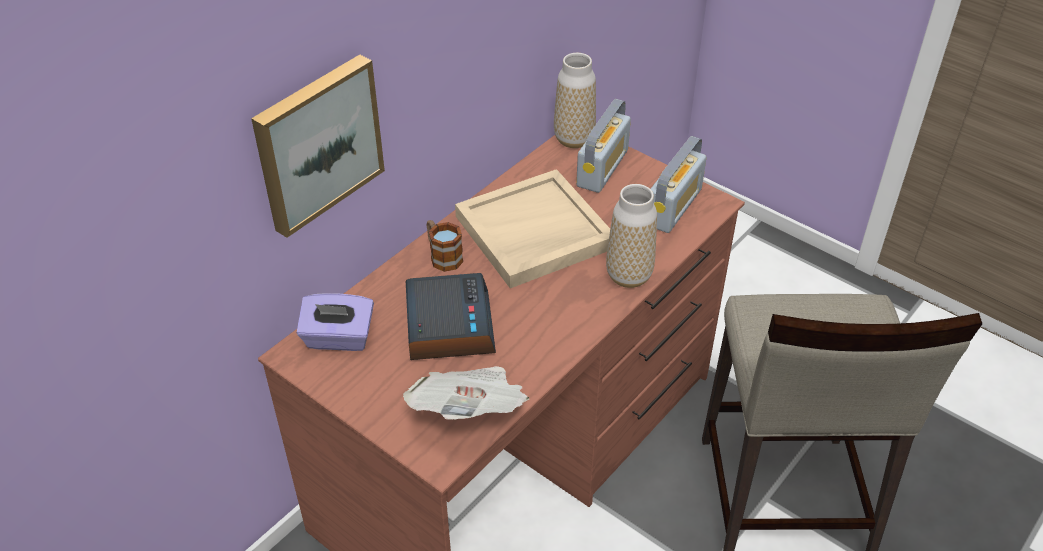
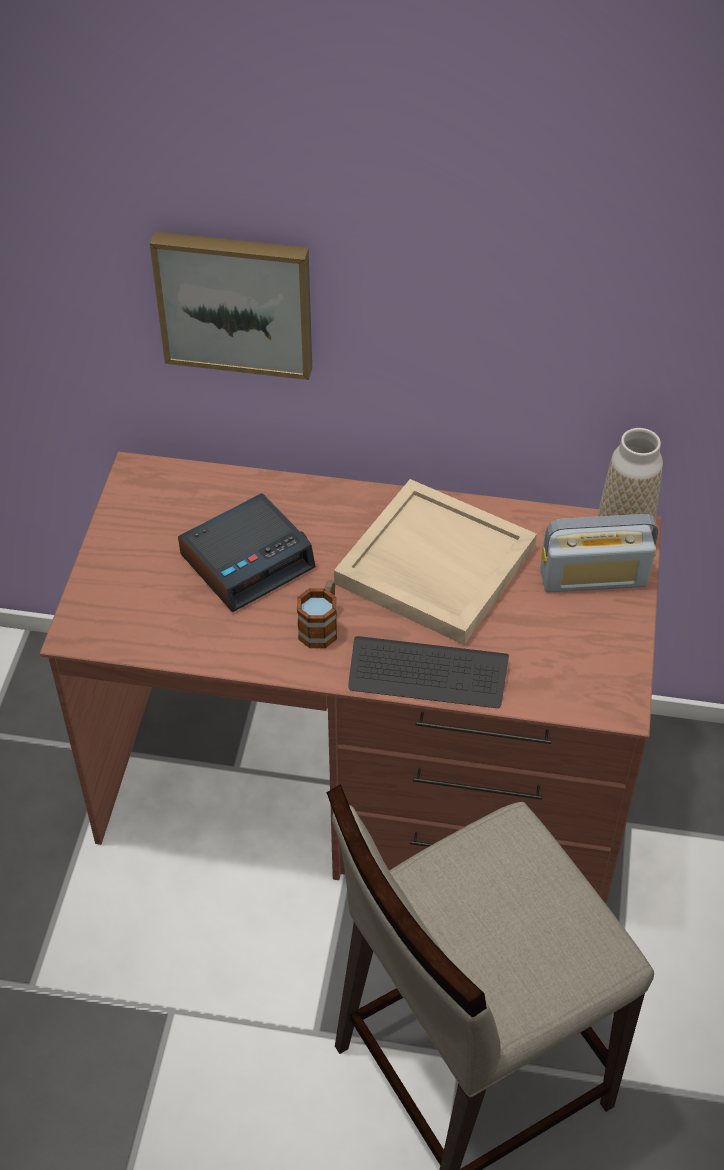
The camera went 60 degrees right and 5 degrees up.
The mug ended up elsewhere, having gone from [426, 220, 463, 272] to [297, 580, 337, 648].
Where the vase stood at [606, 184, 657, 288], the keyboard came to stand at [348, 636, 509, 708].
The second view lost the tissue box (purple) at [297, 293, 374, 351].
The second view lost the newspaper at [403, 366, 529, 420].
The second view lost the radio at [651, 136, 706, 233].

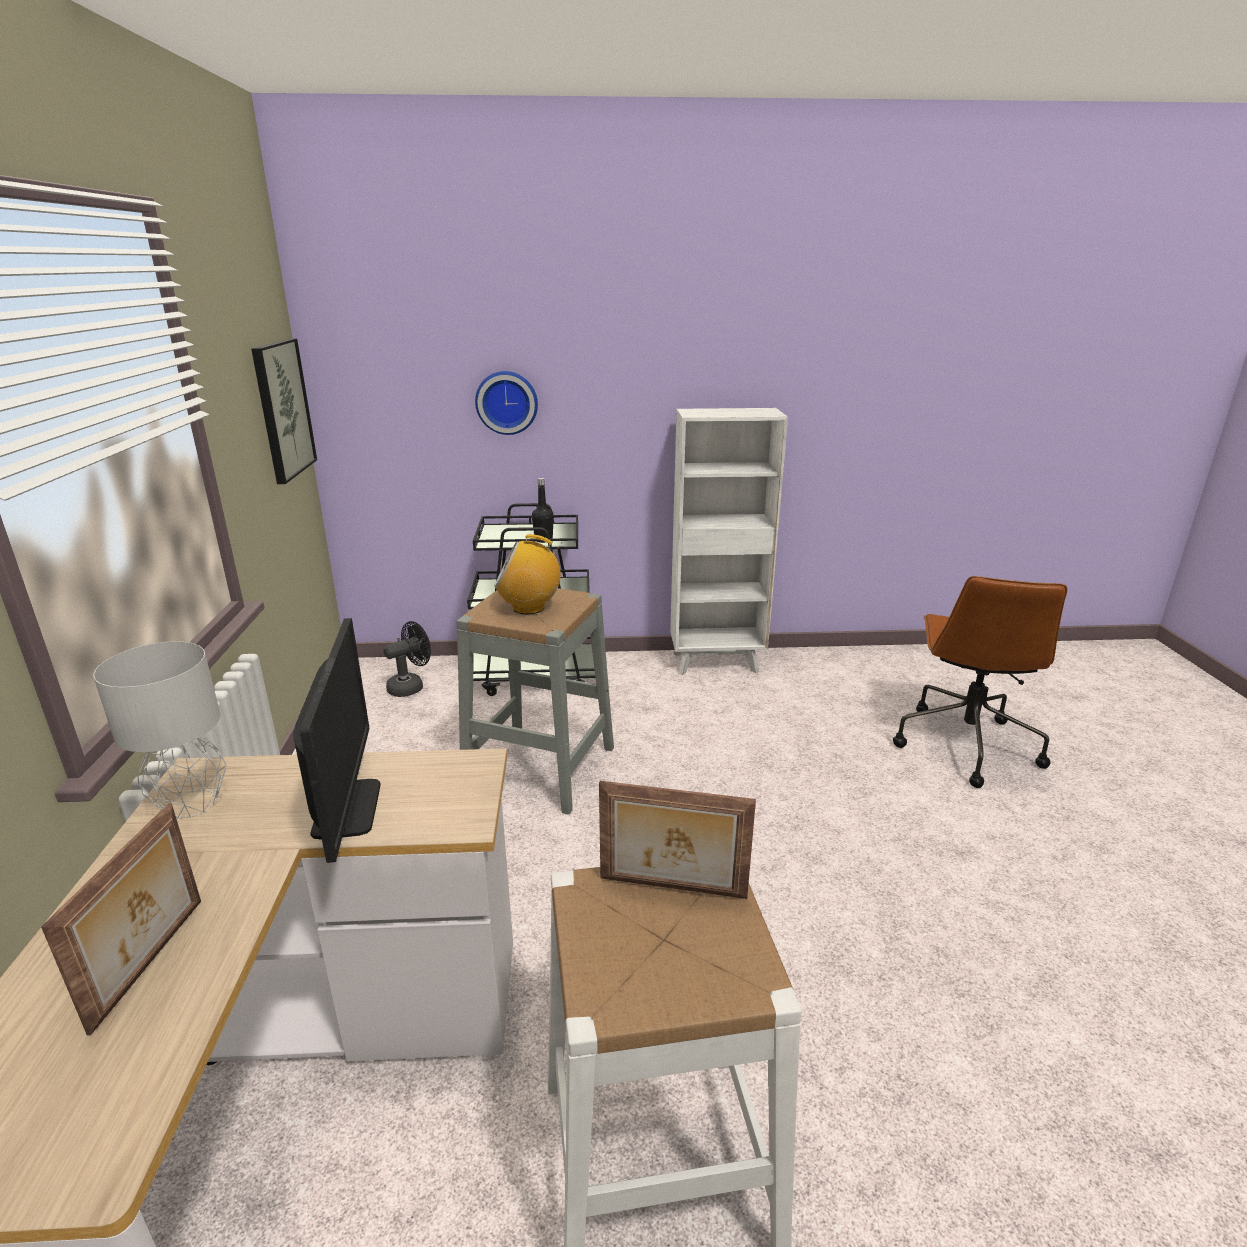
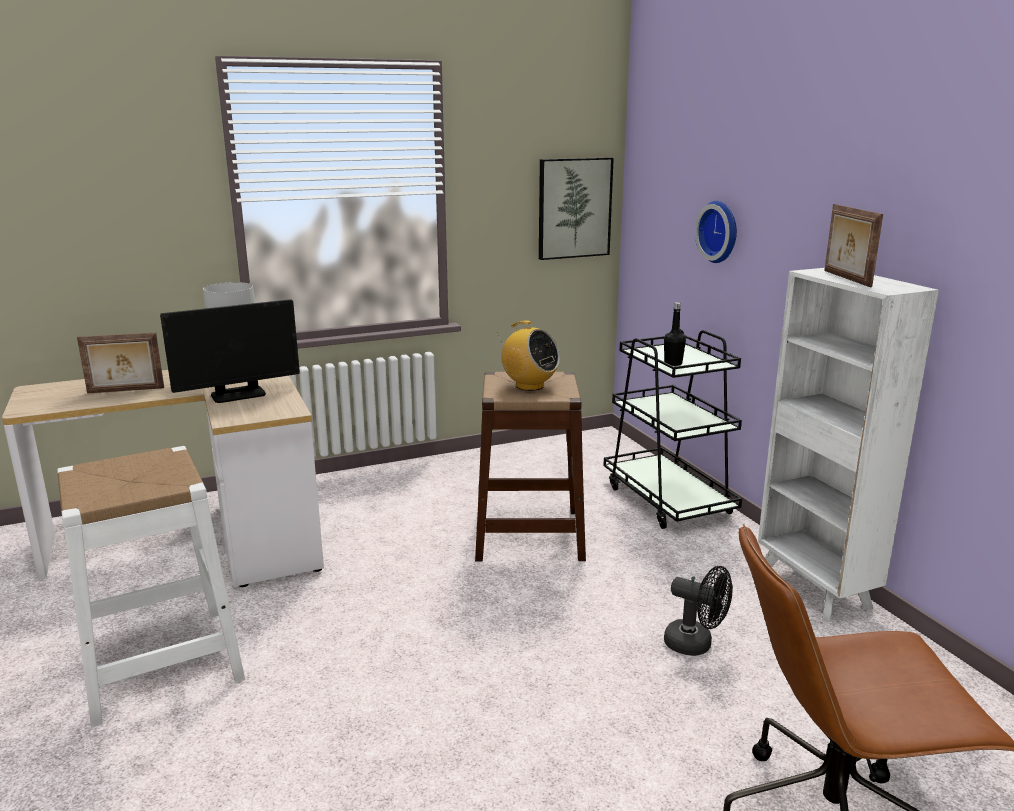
The camera went 70 degrees right and 5 degrees down.
What was the stool (grey) at [456, 588, 614, 815] turned into the stool (brown) at [475, 372, 586, 561].
The radio at [494, 534, 562, 614] ended up facing another way, 150 degrees clockwise from before.
The fan (black) ended up elsewhere, having gone from [383, 621, 431, 697] to [664, 566, 733, 656].
The picture frame ended up elsewhere, having gone from [599, 781, 756, 899] to [824, 204, 883, 287].

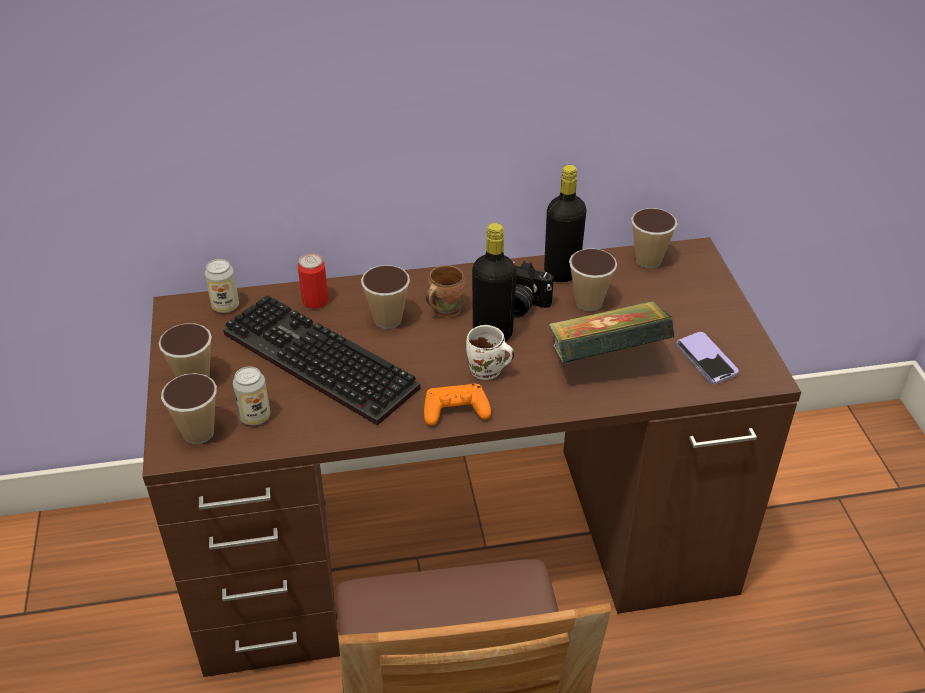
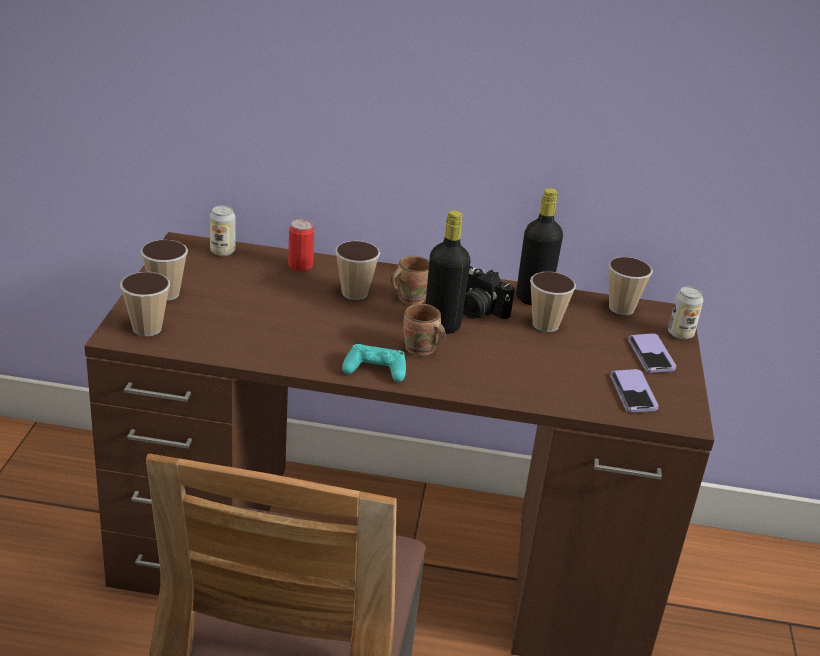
The camera went 15 degrees right and 10 degrees down.
What was the game controller (orange) at [424, 384, 491, 426] turned into the game controller (turquoise) at [342, 344, 406, 382].
What was the mug (white) at [466, 325, 514, 380] turned into the mug (brown) at [403, 304, 446, 356].
The second view gained the phone at [628, 333, 676, 373].
The can ended up elsewhere, having gone from [233, 367, 270, 425] to [668, 286, 703, 340].
The second view lost the keyboard at [223, 295, 420, 426].
The second view lost the book at [549, 301, 675, 363].

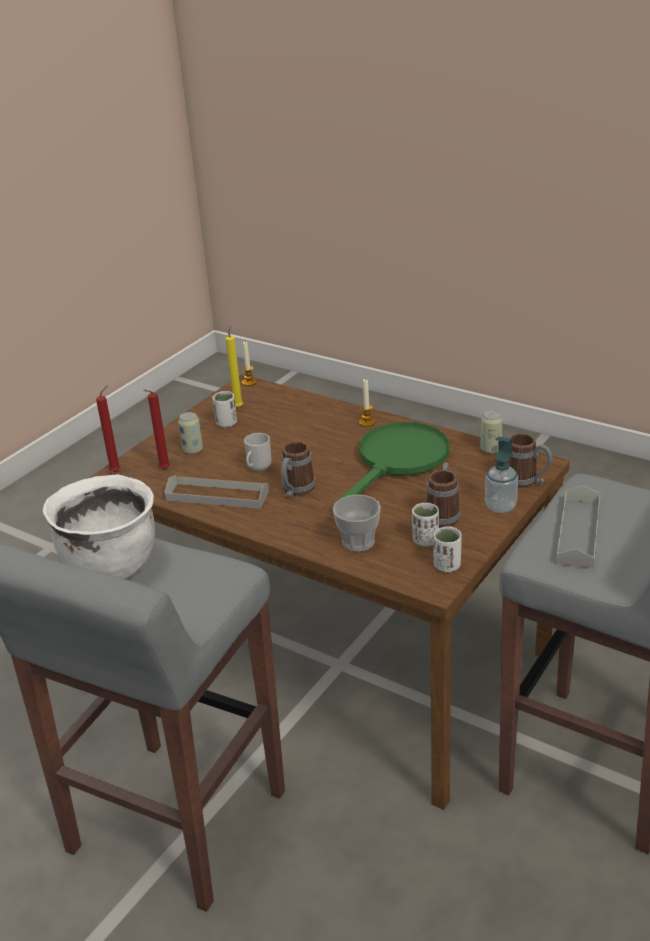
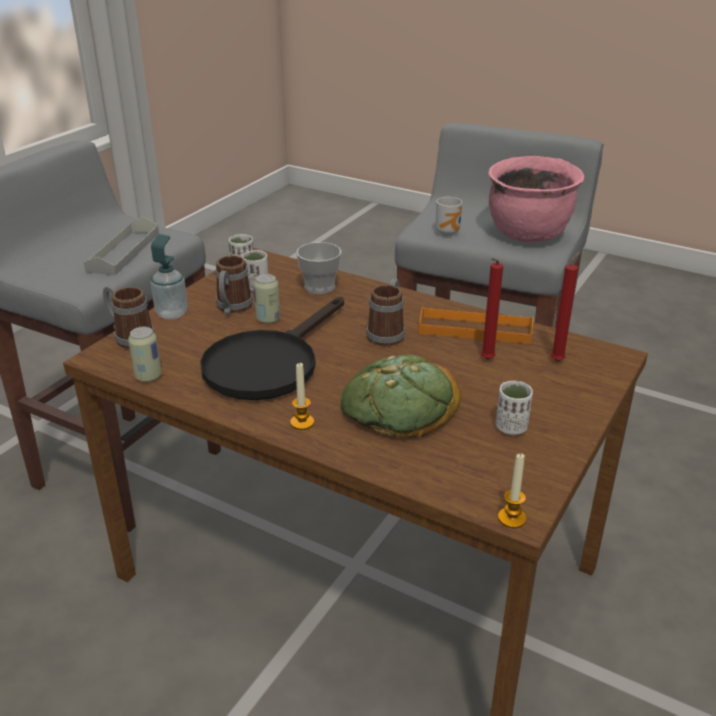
The camera went 175 degrees right and 0 degrees up.
What was the frying pan (green) at [334, 422, 449, 504] turned into the frying pan (black) at [200, 297, 344, 400].
The can ended up elsewhere, having gone from [178, 412, 203, 454] to [253, 274, 280, 324].
The second view gained the bread at [341, 354, 461, 438].
What was the tray (grey) at [164, 475, 269, 509] turned into the tray (orange) at [419, 307, 533, 344].
The mug ended up elsewhere, having gone from [244, 433, 272, 472] to [436, 197, 462, 236].
The candle (red) ended up elsewhere, having gone from [96, 386, 121, 472] to [481, 258, 503, 360].
What was the cooking pot (white) at [43, 474, 155, 579] turned into the cooking pot (pink) at [489, 156, 584, 243].
The second view lost the candle (yellow) at [226, 326, 243, 408].

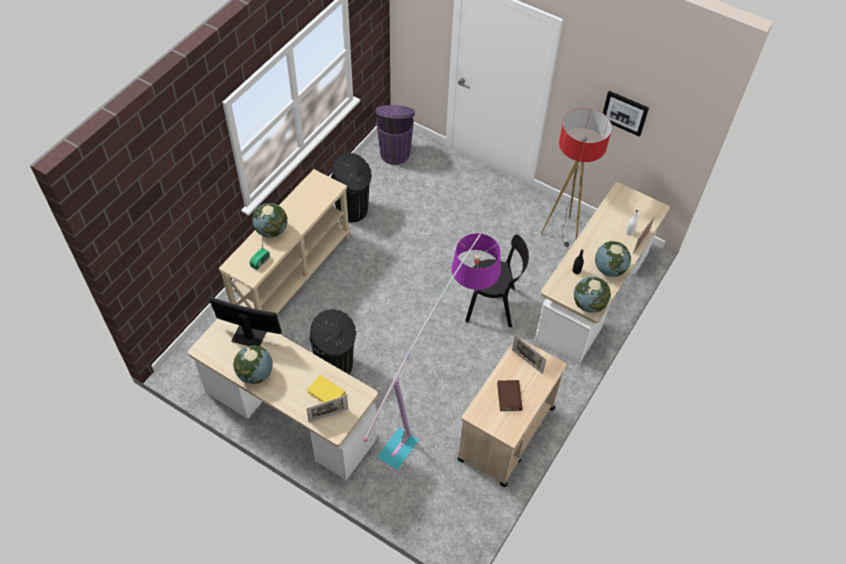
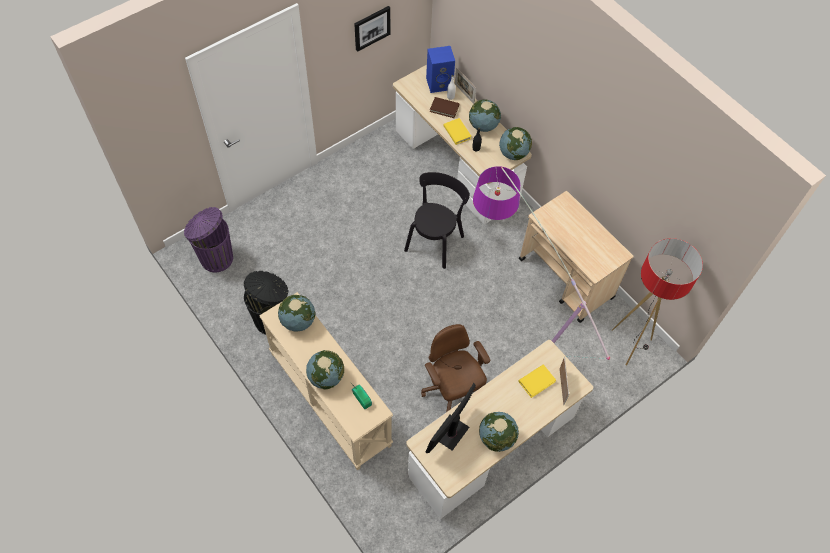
The camera went 70 degrees left and 5 degrees up.
The second view gained the globe at [278, 295, 315, 332].
Where the trash can (black) stood at [310, 309, 356, 374], the office chair (brown) came to stand at [421, 324, 490, 412].
The second view gained the speaker (blue) at [426, 46, 455, 93].
The book (brown) ended up elsewhere, having gone from [497, 380, 523, 411] to [430, 97, 459, 118].
The second view gained the book (yellow) at [443, 118, 472, 145].
The floor lamp ended up elsewhere, having gone from [541, 108, 612, 247] to [612, 238, 703, 365].
The second view lost the picture frame at [512, 335, 547, 374].

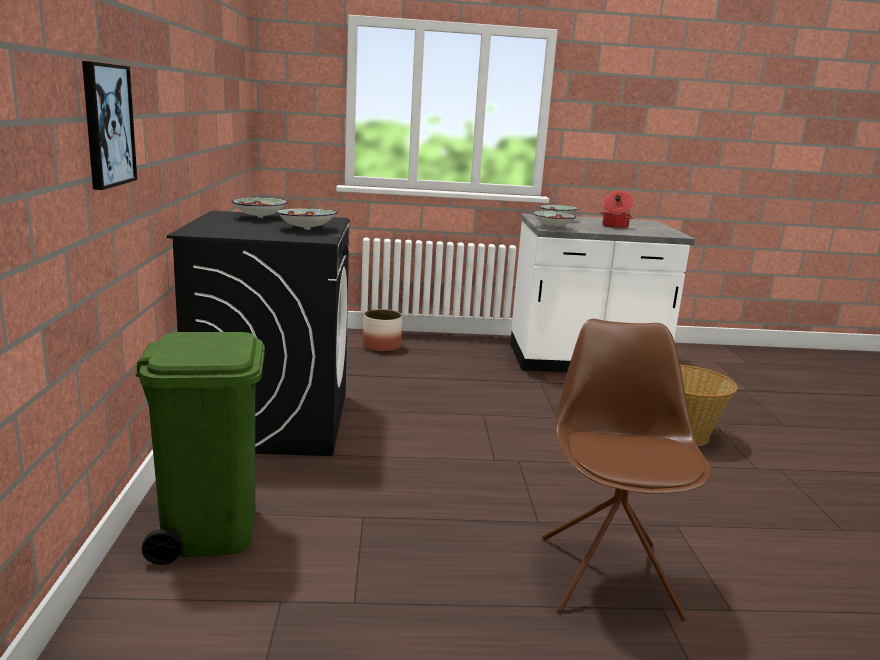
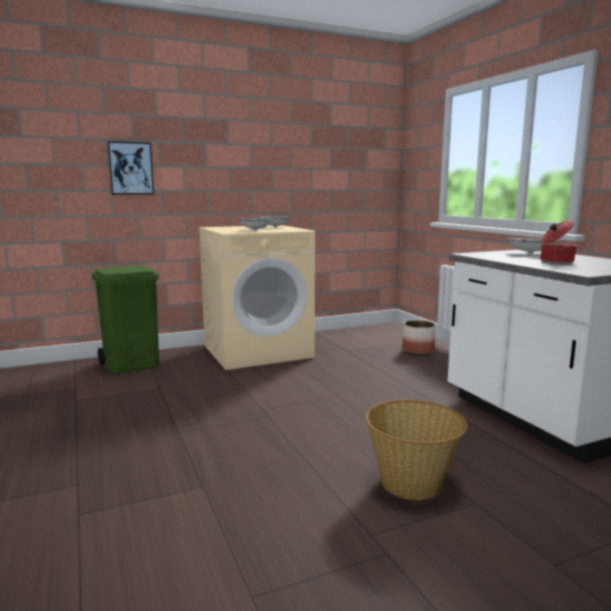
The camera went 70 degrees right and 5 degrees down.
What was the washing machine (black) at [167, 211, 349, 456] turned into the washing machine (beige) at [199, 225, 315, 370].
The second view lost the bowl at [532, 211, 576, 228].
The second view lost the chair (brown) at [542, 319, 711, 621].

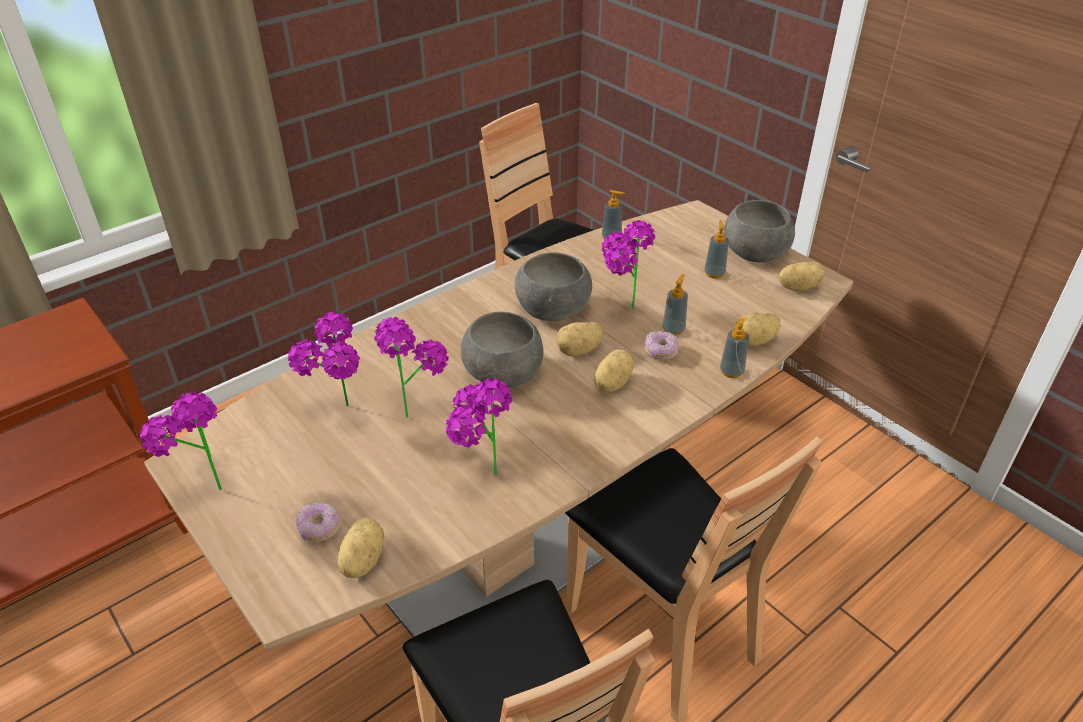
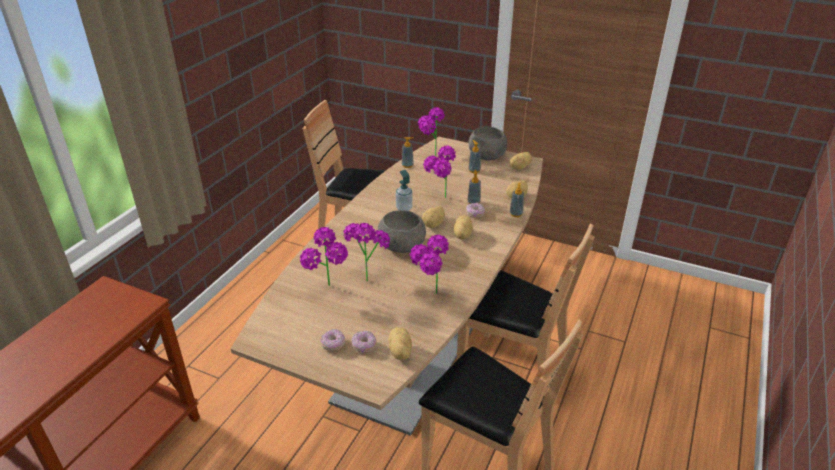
The camera went 25 degrees left and 5 degrees down.
The second view gained the donut at [320, 329, 346, 351].
Where the bowl (grey) stood at [515, 252, 592, 321], the soap dispenser came to stand at [396, 170, 413, 211].
The potted plant ended up elsewhere, having gone from [140, 391, 222, 490] to [418, 107, 445, 156].

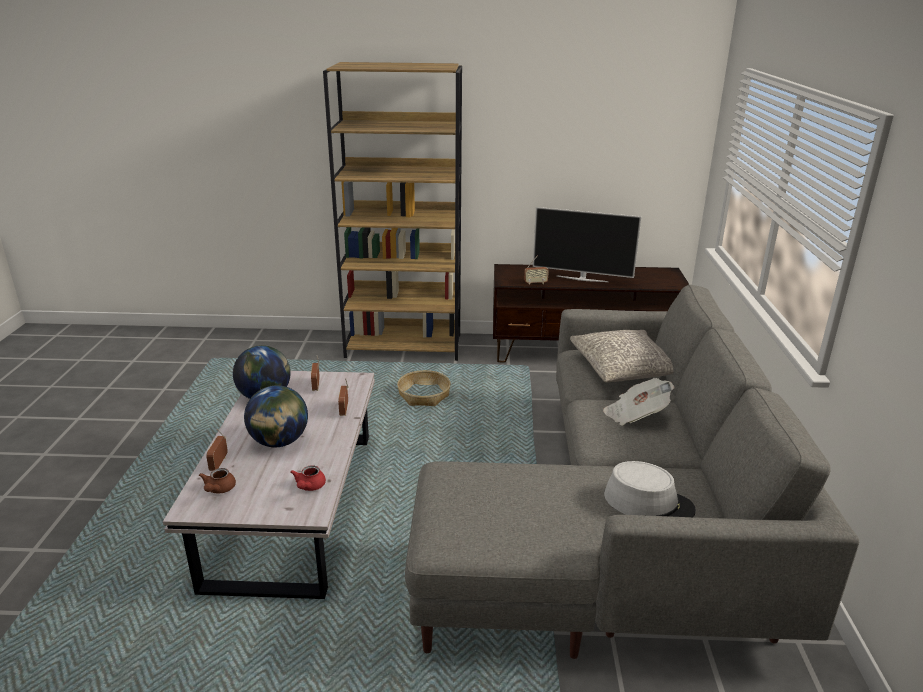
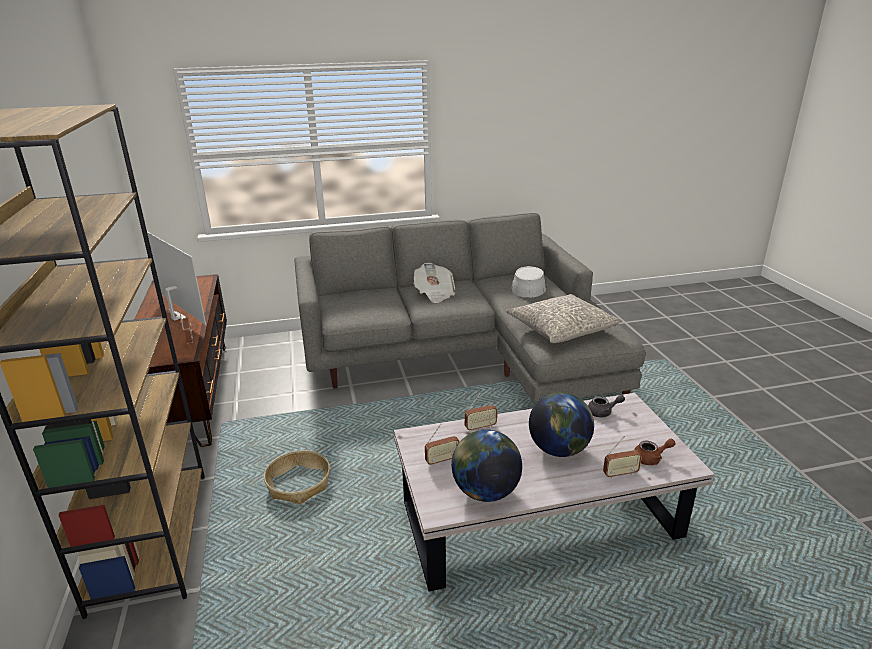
The camera went 105 degrees left and 0 degrees up.
The television at [533, 207, 641, 282] ended up facing another way, 45 degrees counterclockwise from before.
The pillow (grey) ended up elsewhere, having gone from [570, 330, 674, 383] to [506, 294, 622, 343].
What was the teapot (red) at [290, 465, 326, 491] turned into the teapot (grey) at [588, 395, 625, 417].

